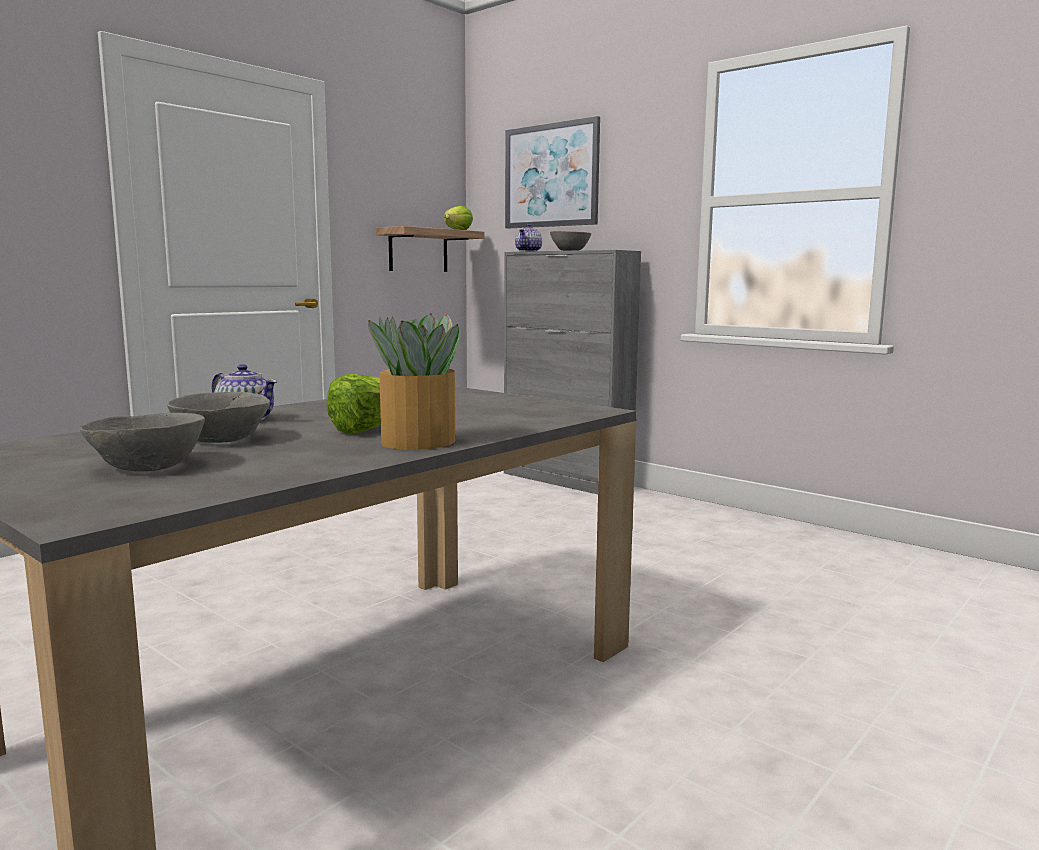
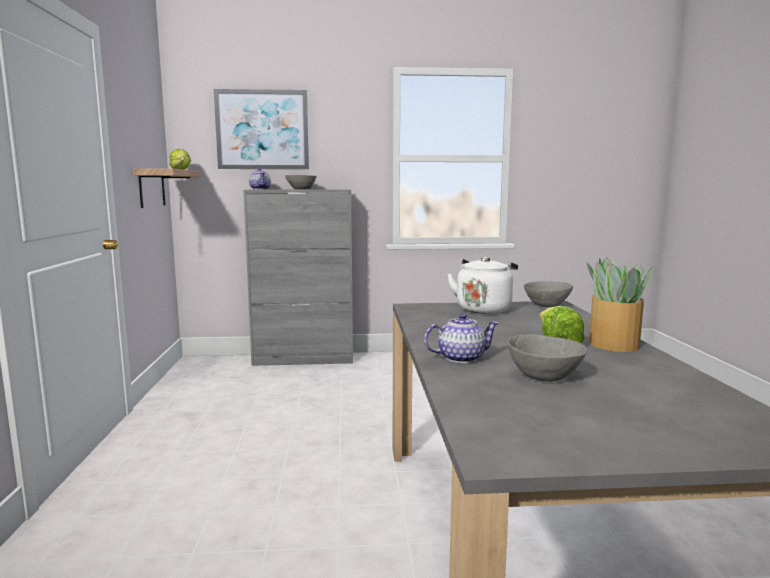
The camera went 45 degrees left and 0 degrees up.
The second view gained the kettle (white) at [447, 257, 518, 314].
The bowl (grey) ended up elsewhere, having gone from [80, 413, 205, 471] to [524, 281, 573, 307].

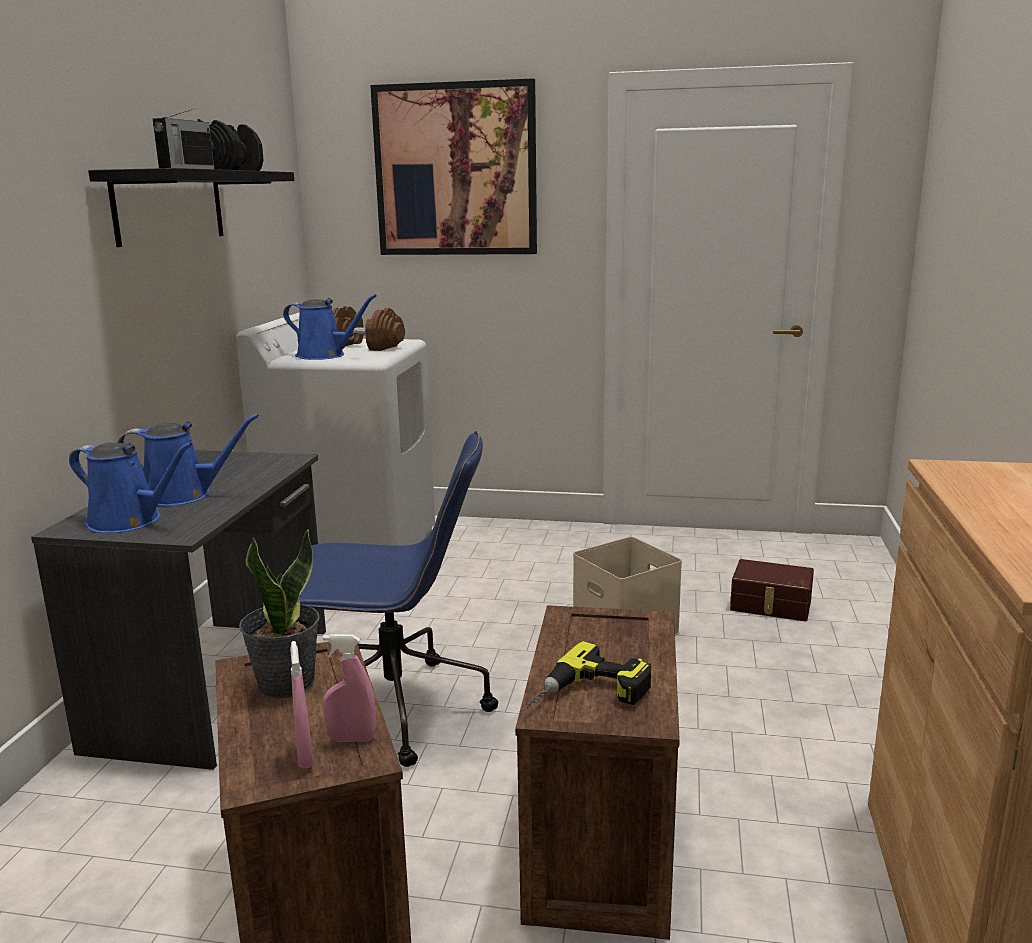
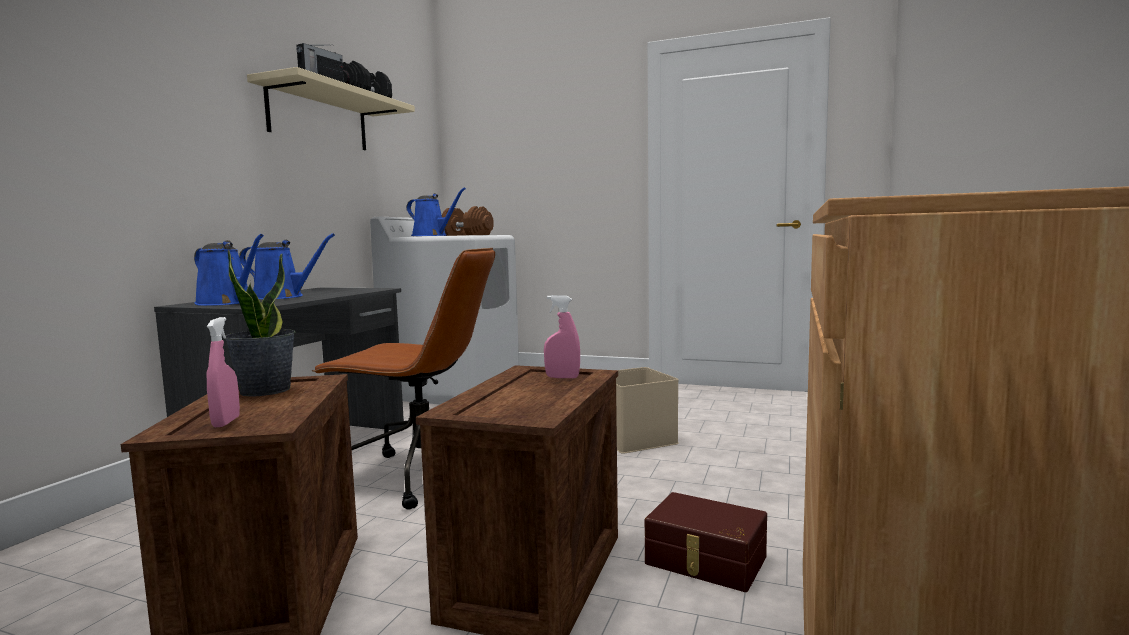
The camera went 10 degrees right and 10 degrees down.
What was the shelf (black) at [88, 168, 294, 247] turned into the shelf (beige) at [247, 67, 415, 150].
What was the office chair (blue) at [299, 431, 498, 767] turned into the office chair (brown) at [311, 248, 495, 510].
The spray bottle (pink) ended up elsewhere, having gone from [323, 634, 376, 742] to [544, 295, 580, 378].
The storage box (brown) ended up elsewhere, having gone from [730, 559, 814, 622] to [645, 492, 767, 592].
The second view lost the picture at [370, 78, 537, 255].
The second view lost the power drill at [526, 641, 651, 708].

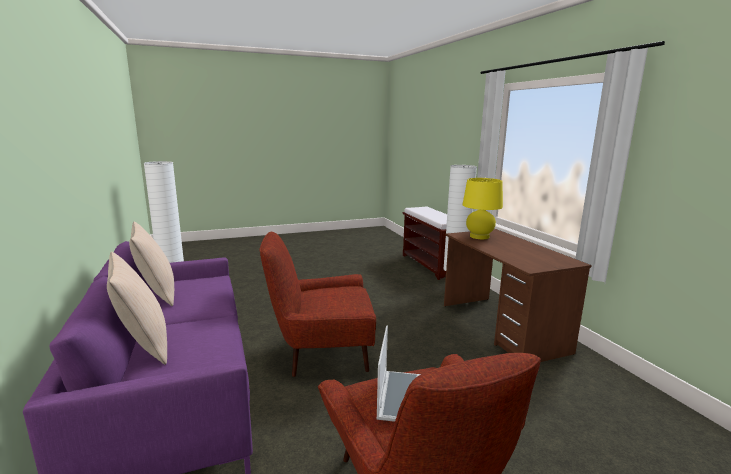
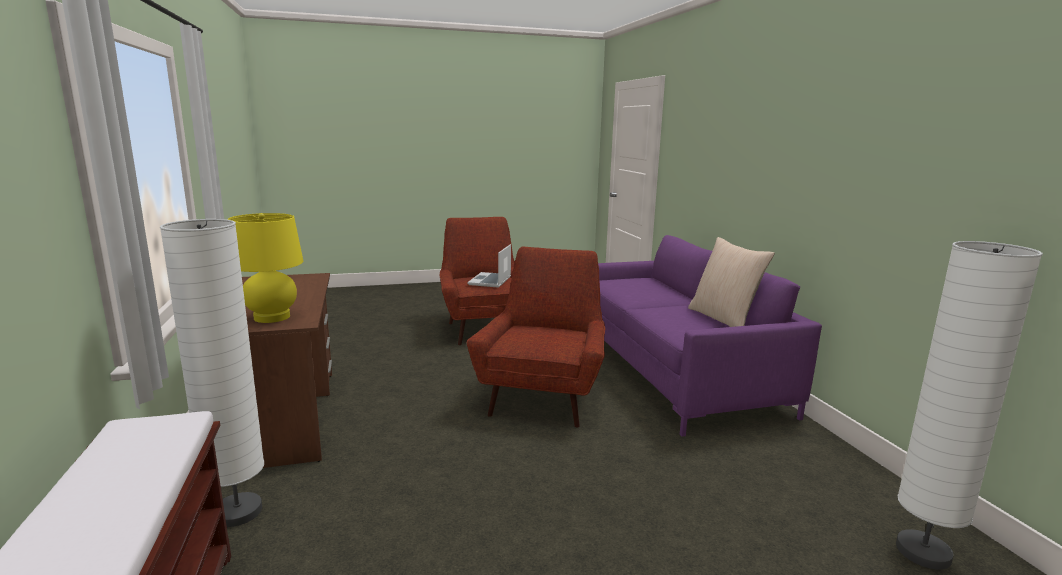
The camera went 175 degrees left and 0 degrees up.
The armchair (red) at [259, 232, 376, 377] ended up facing another way, 75 degrees counterclockwise from before.
The second view lost the pillow (beige) at [107, 252, 167, 365].

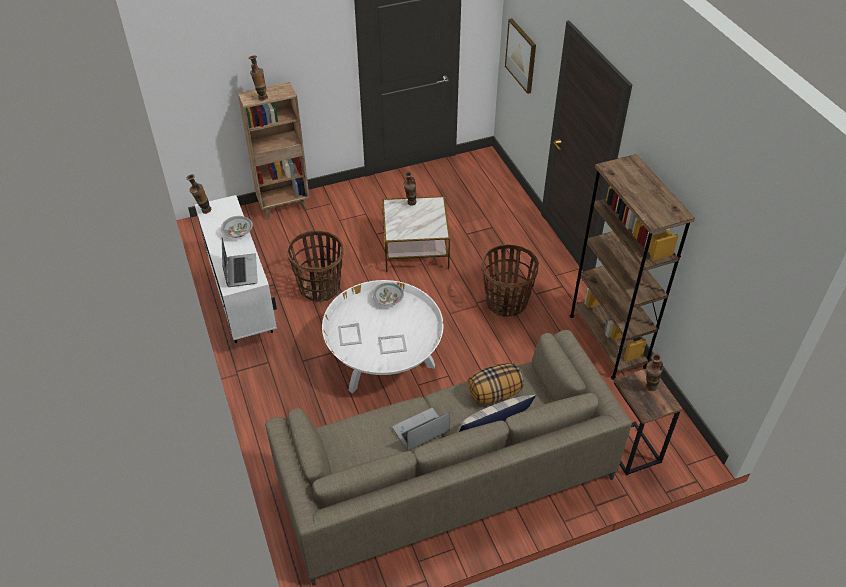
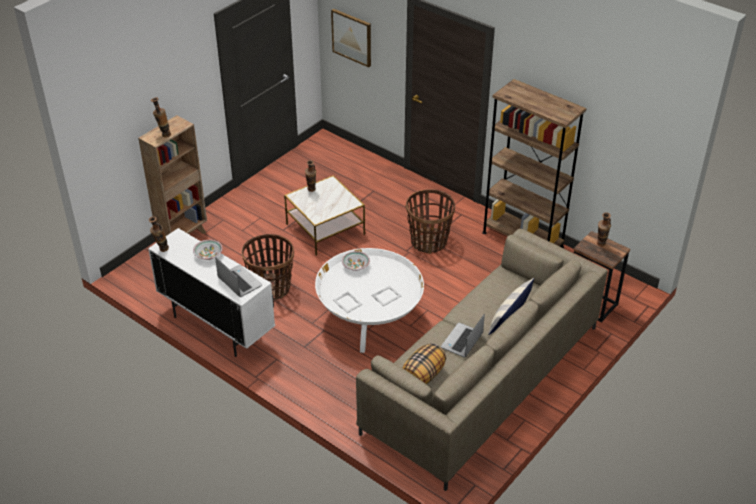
The camera went 30 degrees left and 5 degrees down.
The pillow ended up elsewhere, having gone from [468, 363, 524, 404] to [403, 343, 446, 384].

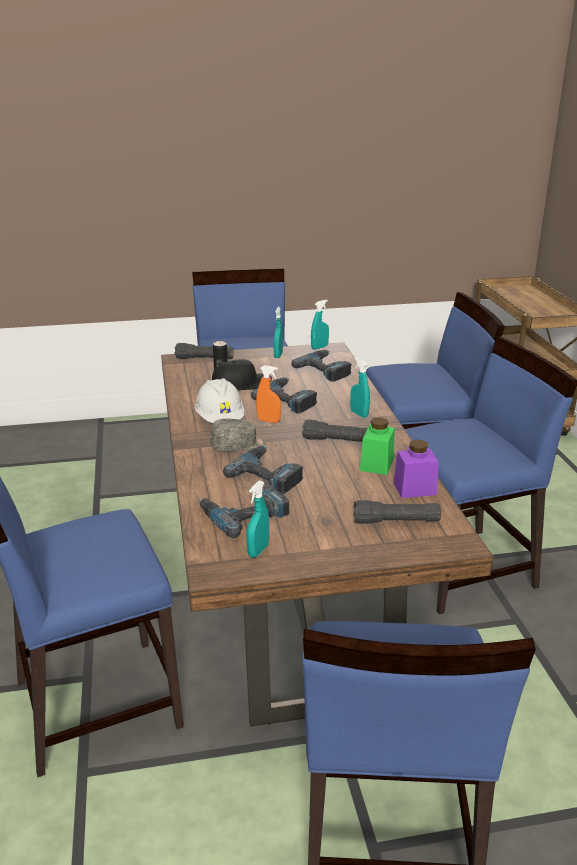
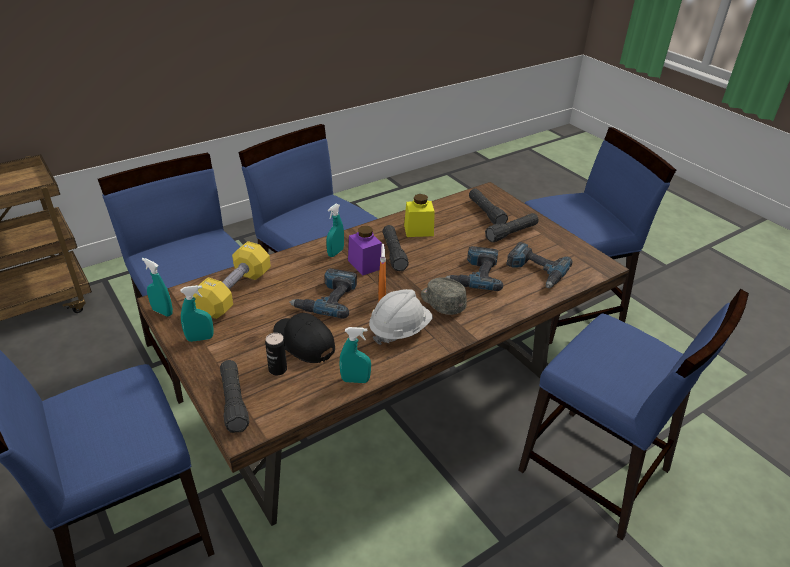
The camera went 115 degrees left and 10 degrees up.
Where the power drill stood at [291, 350, 352, 382], the dumbbell (yellow) came to stand at [193, 241, 271, 319].
The spray bottle (turquoise) ended up elsewhere, having gone from [247, 481, 269, 558] to [340, 327, 371, 383].
The jar (purple) ended up elsewhere, having gone from [394, 439, 439, 498] to [348, 226, 382, 276].
What was the jar (green) at [360, 417, 395, 475] turned into the jar (yellow) at [404, 194, 435, 237].
The second view gained the flashlight (black) at [485, 213, 539, 242].

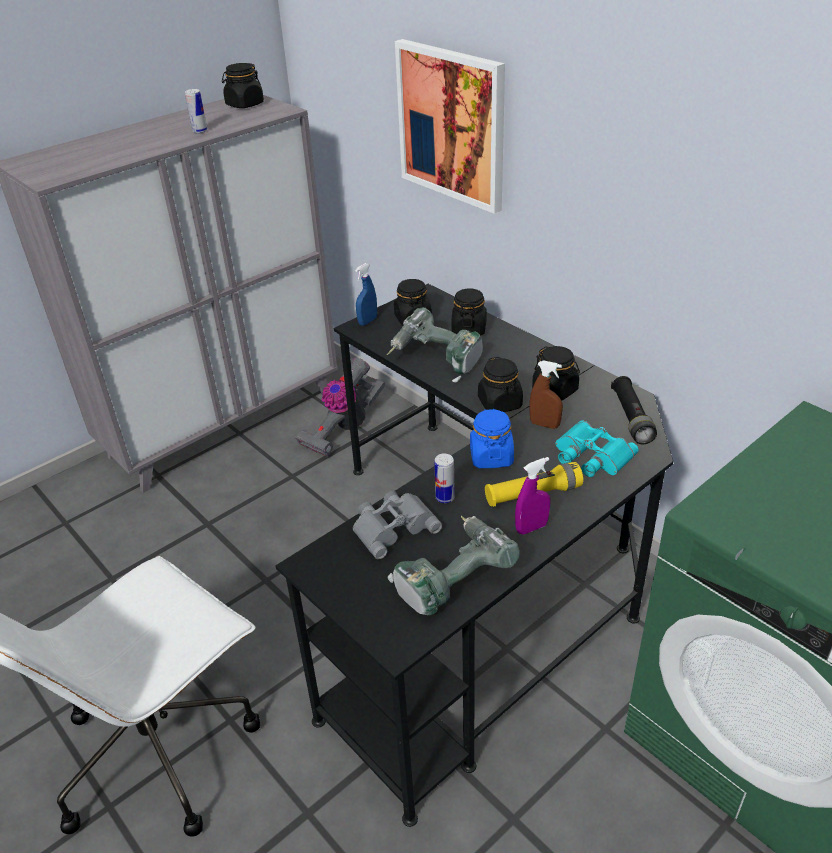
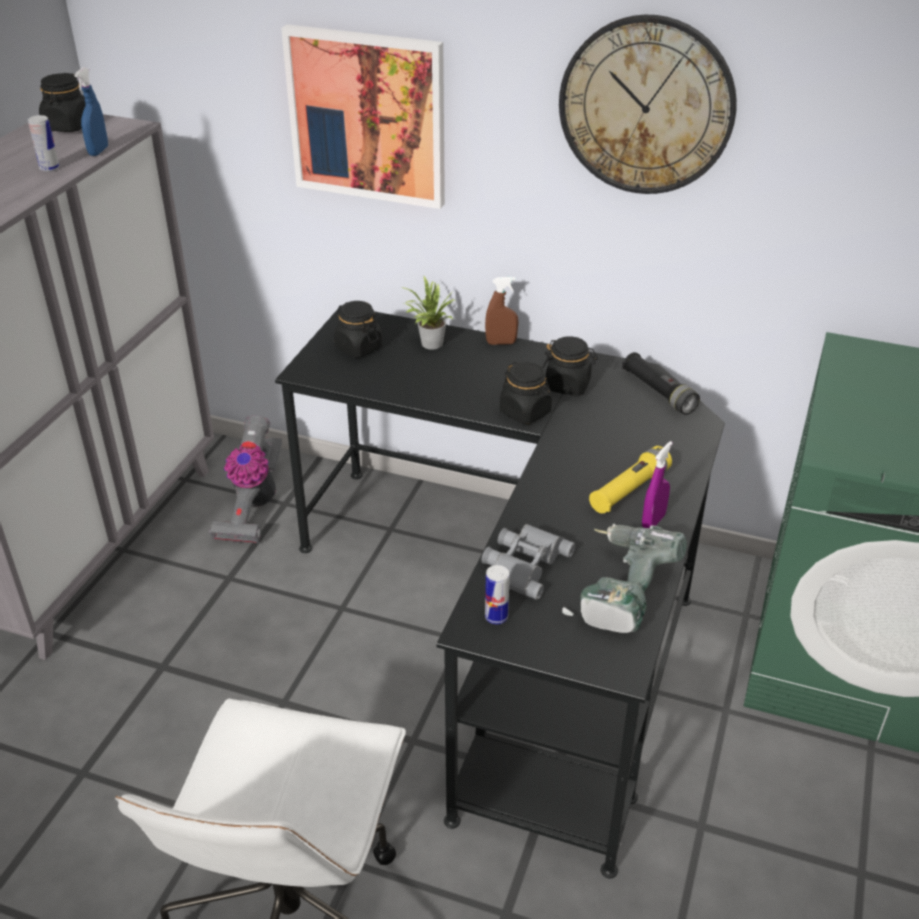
The camera went 30 degrees left and 0 degrees up.
The spray bottle (blue) ended up elsewhere, having gone from [355, 263, 377, 326] to [74, 67, 108, 156].
Where the jar (black) stood at [451, 288, 487, 336], the potted plant came to stand at [401, 276, 454, 350].
The spray bottle (brown) ended up elsewhere, having gone from [529, 360, 563, 429] to [485, 277, 518, 345].
The can ended up elsewhere, having gone from [434, 453, 455, 503] to [485, 565, 510, 624].
The second view gained the wall clock at [559, 15, 737, 194].
The second view lost the power drill at [387, 307, 483, 383].
The second view lost the jar (blue) at [470, 409, 514, 468].
The second view lost the binoculars (turquoise) at [556, 420, 639, 477].

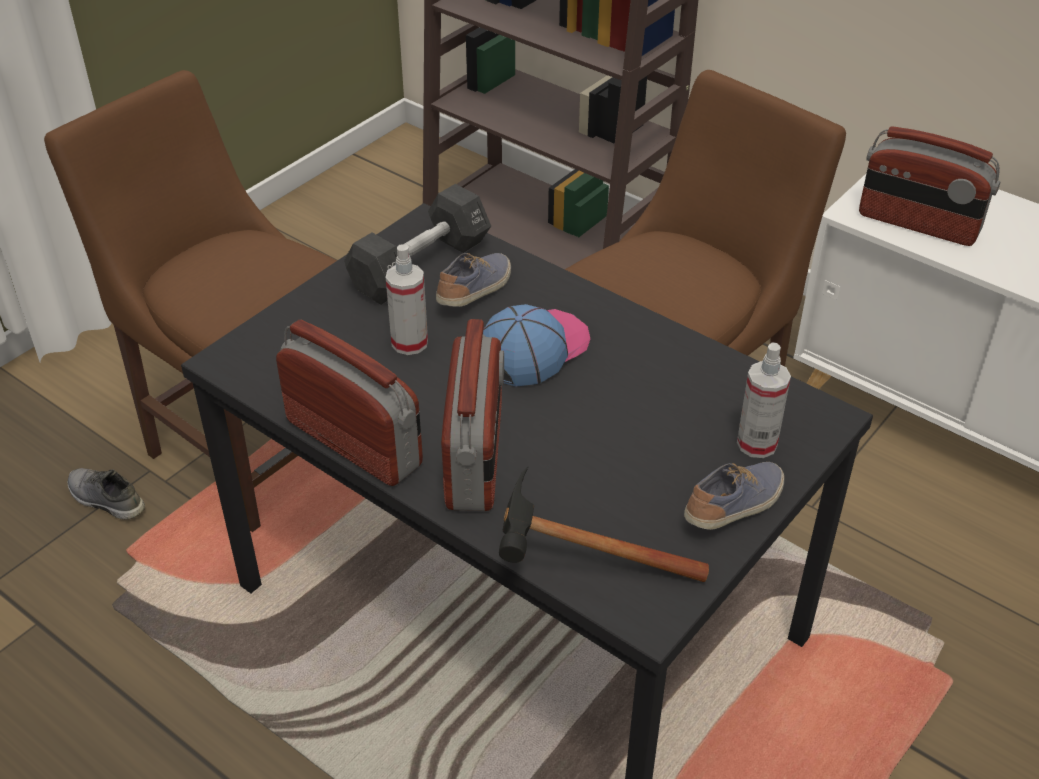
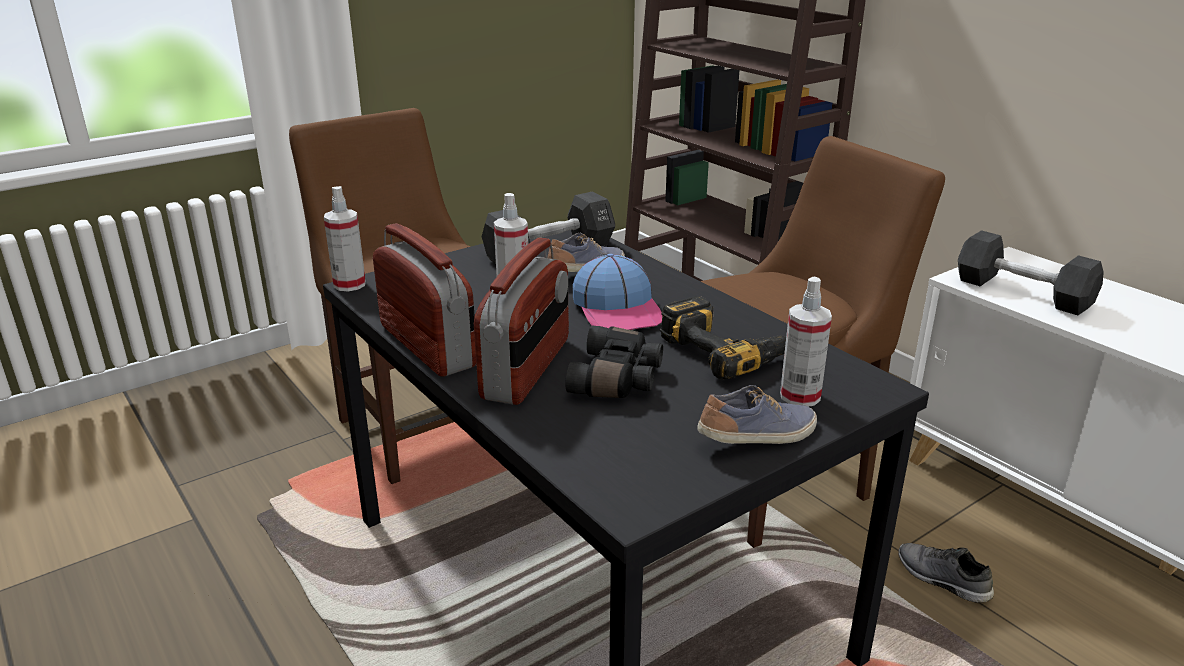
The camera went 15 degrees right and 15 degrees down.
The second view gained the spray bottle at [324, 186, 366, 291].
The second view gained the binoculars (black) at [566, 326, 663, 398].
The cap at [483, 304, 590, 387] ended up facing another way, 105 degrees clockwise from before.
The second view gained the power drill at [660, 296, 786, 380].
The shoe (grey) ended up elsewhere, having gone from [67, 468, 145, 520] to [898, 543, 994, 603].
Where the radio stood at [859, 126, 1000, 246], the dumbbell (black) came to stand at [958, 230, 1104, 315].
The second view lost the hammer at [499, 467, 709, 582].

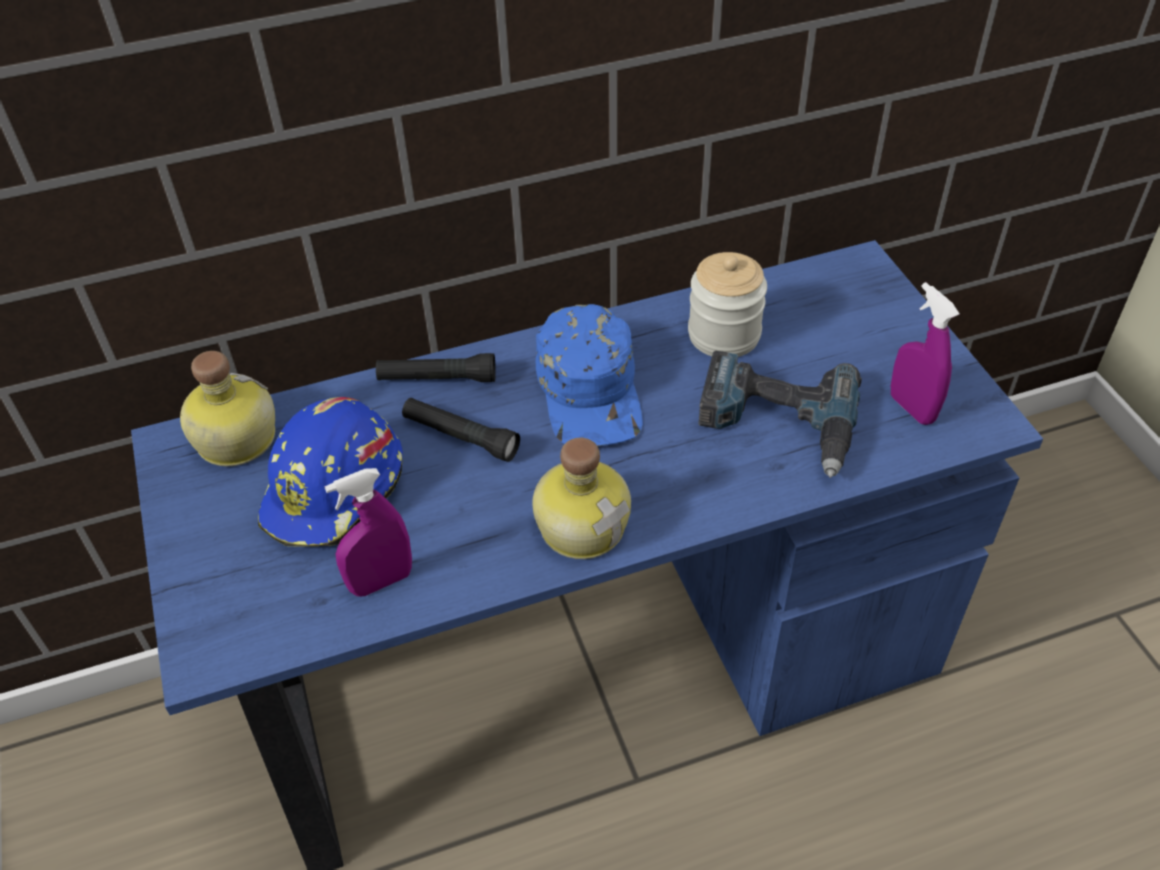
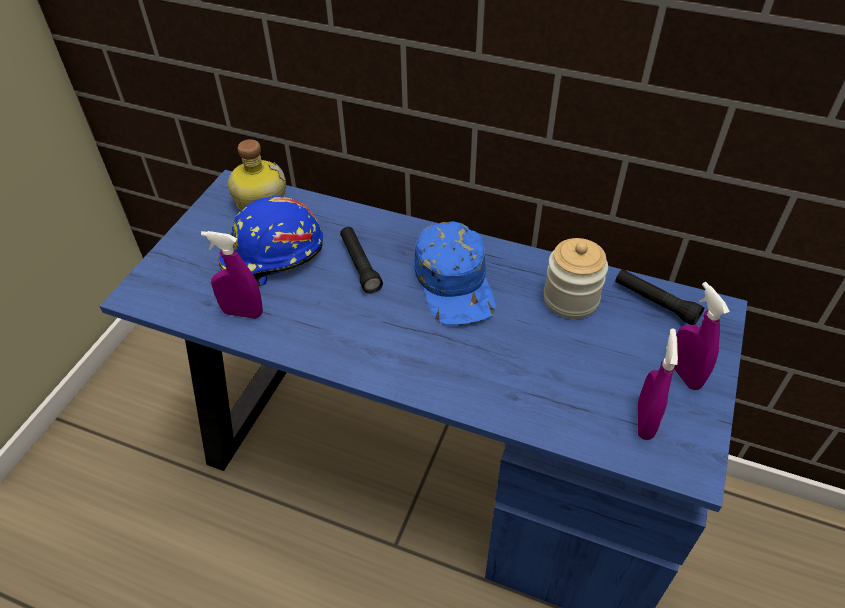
The camera went 40 degrees right and 0 degrees up.
The cap (blue) at [536, 304, 643, 446] ended up facing another way, 45 degrees counterclockwise from before.
The flashlight (black) ended up elsewhere, having gone from [376, 353, 496, 382] to [615, 269, 705, 325].
The second view gained the spray bottle (purple) at [674, 282, 730, 390].
The second view lost the bottle at [532, 438, 631, 559].
The second view lost the power drill at [698, 351, 862, 478].

